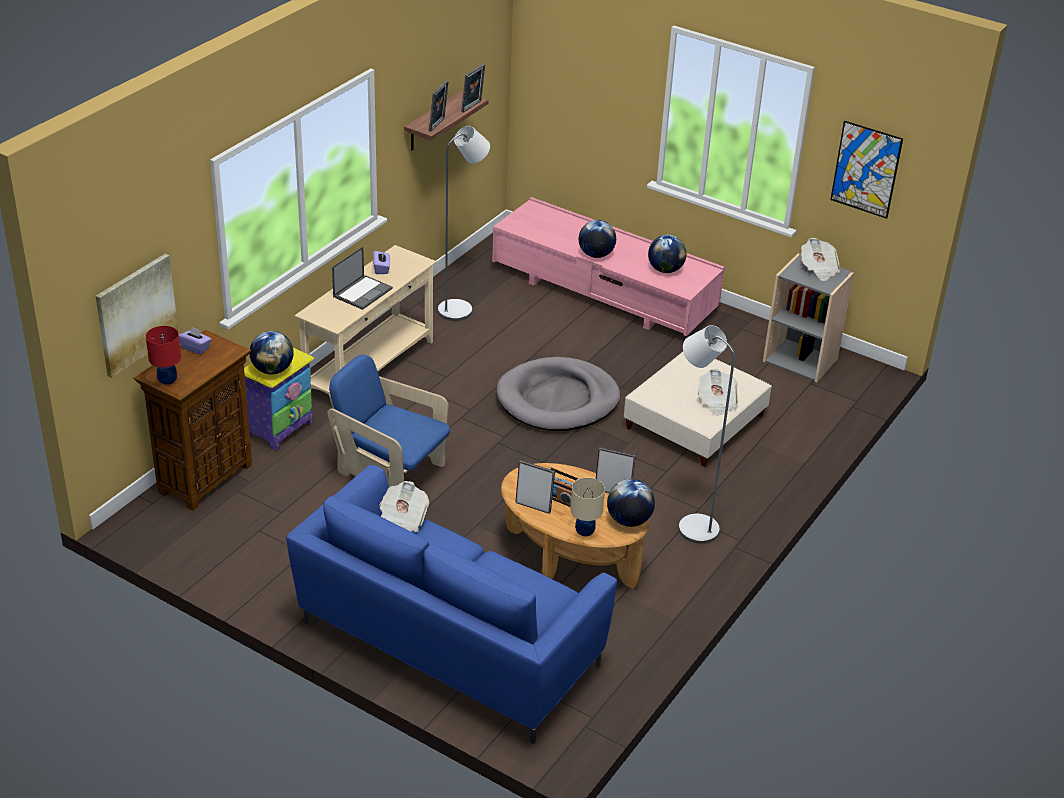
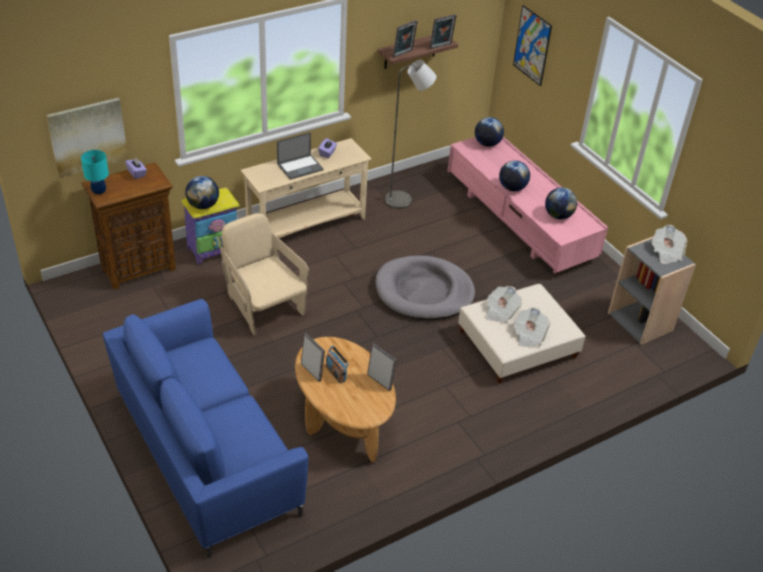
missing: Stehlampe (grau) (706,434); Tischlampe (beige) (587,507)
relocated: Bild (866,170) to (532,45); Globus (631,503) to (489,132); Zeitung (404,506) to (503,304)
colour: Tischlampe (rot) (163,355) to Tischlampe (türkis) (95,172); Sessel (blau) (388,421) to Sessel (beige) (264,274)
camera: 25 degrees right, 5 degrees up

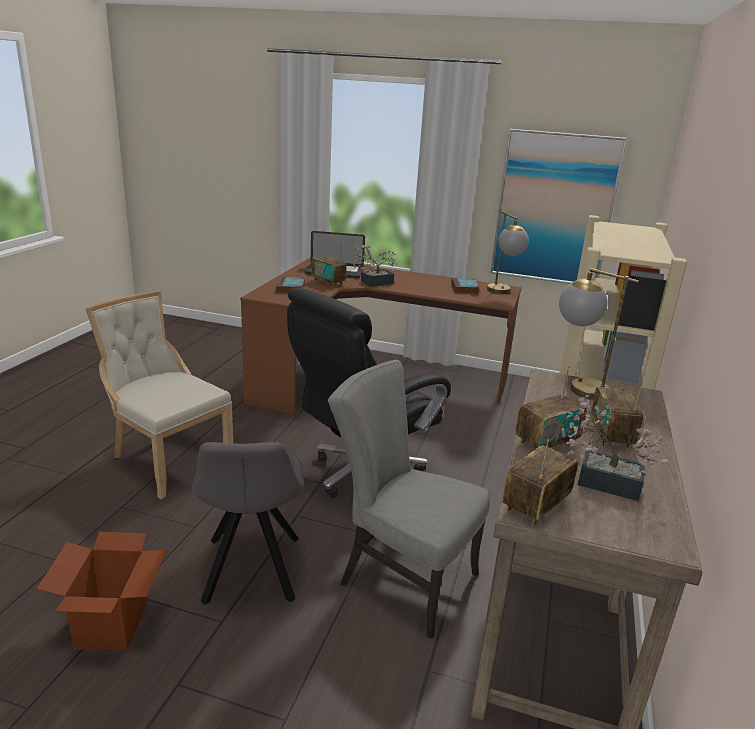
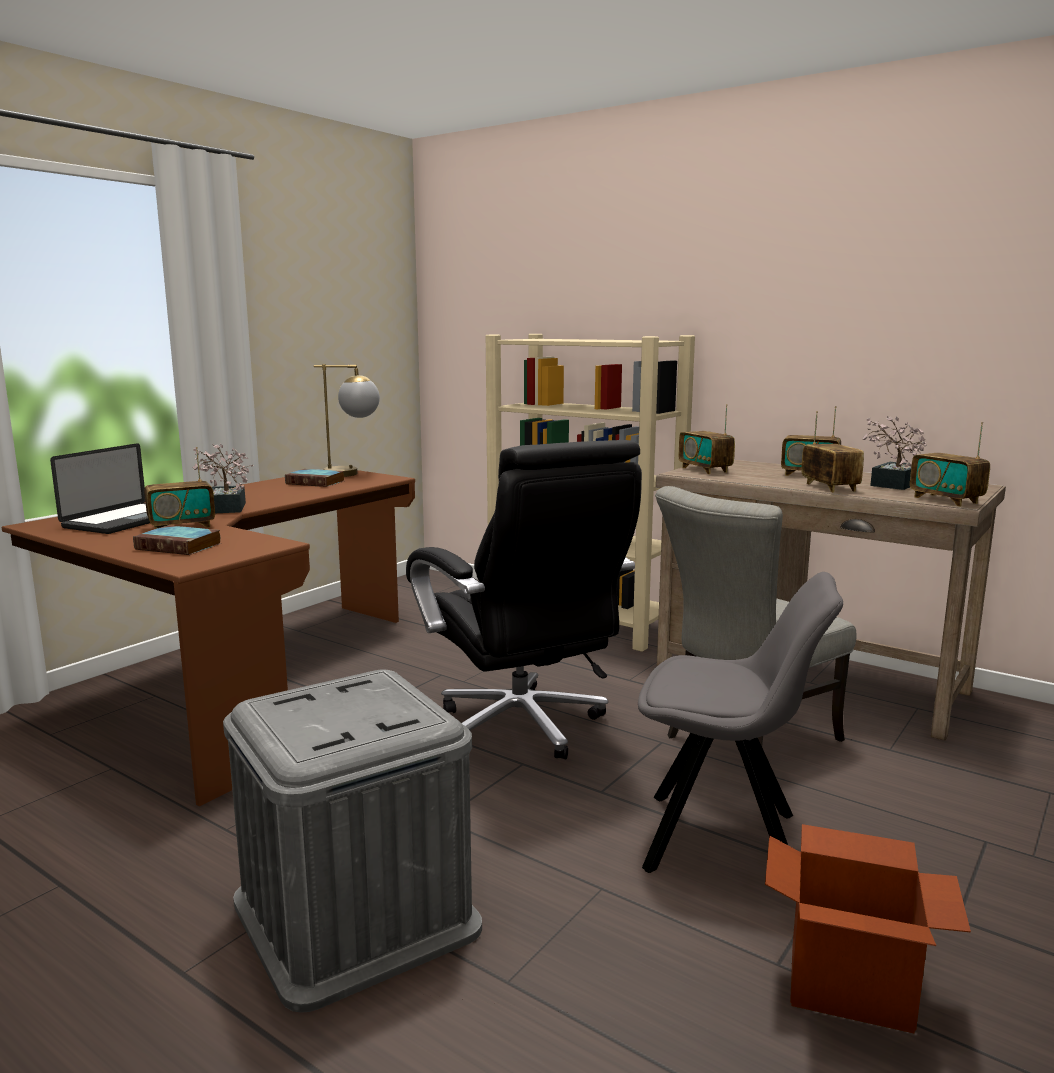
missing: Bild (559,206)
exchanged: Tischlampe (599,334) to Radio (707,439); Stuhl (beige) (159,395) to Aufbewahrungsbox (grau) (352,841)
camera: 70 degrees left, 10 degrees down

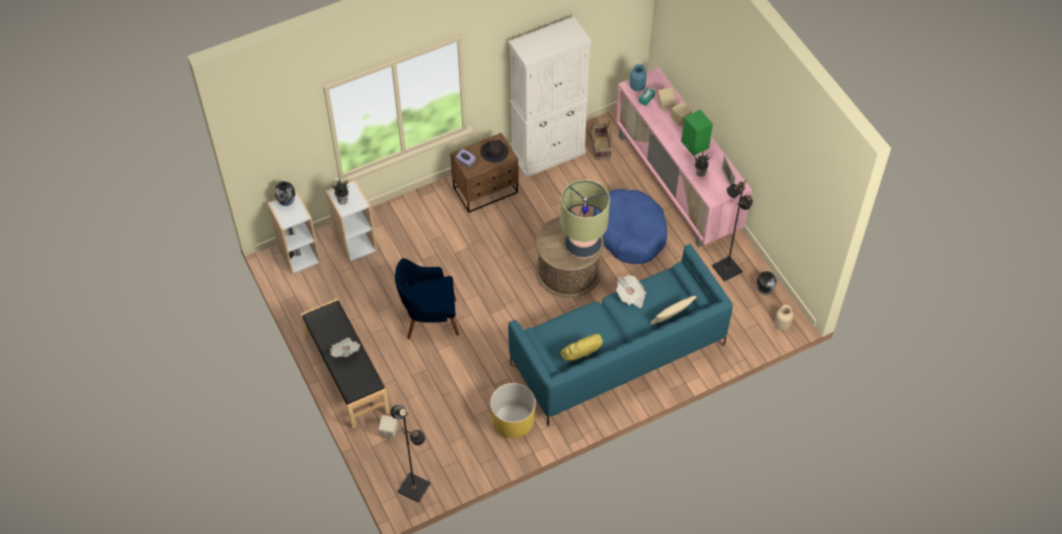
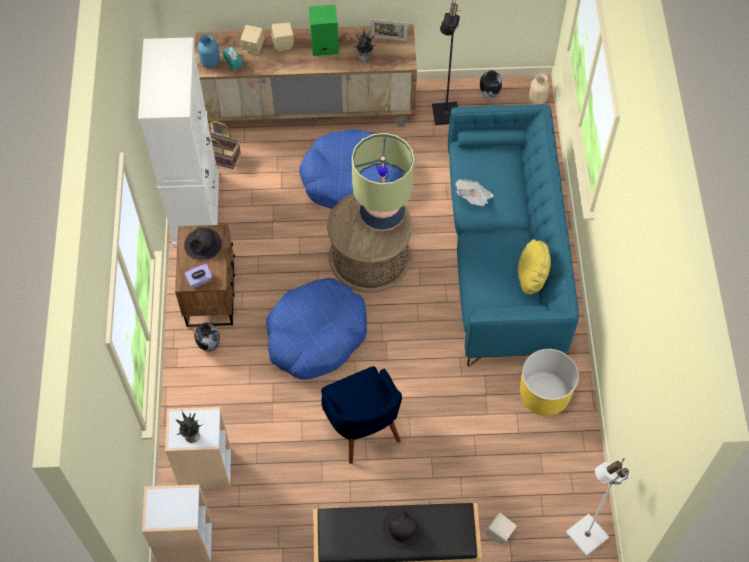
missing: Kissen (beige) (673,310)
appeared: Hundebett (blau) (316,329)
relocated: Vase (285,193) to (207,337)
exchanged: Zeitung (345,347) to Hut (schwarz) (403,528)
colour: Fernsehschrank (rosa) (684,157) to Fernsehschrank (braun) (306,78); Stehlampe (schwarz) (411,454) to Stehlampe (weiß) (598,507)
spun: Sessel (blau) (427,298) = (361,415) 45 degrees counterclockwise
camera: 65 degrees left, 5 degrees up

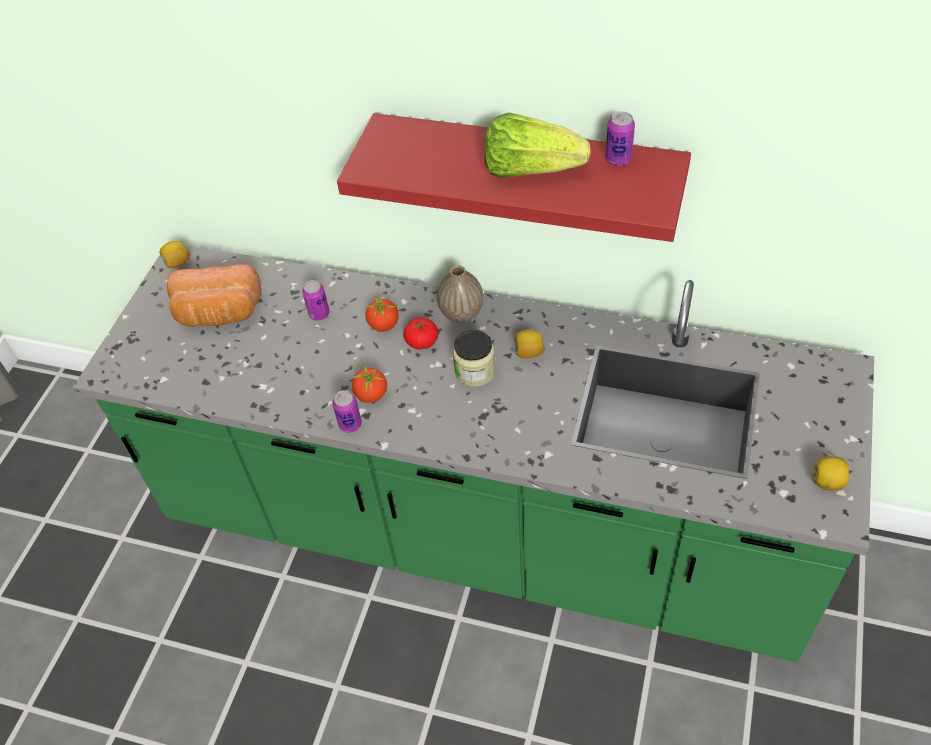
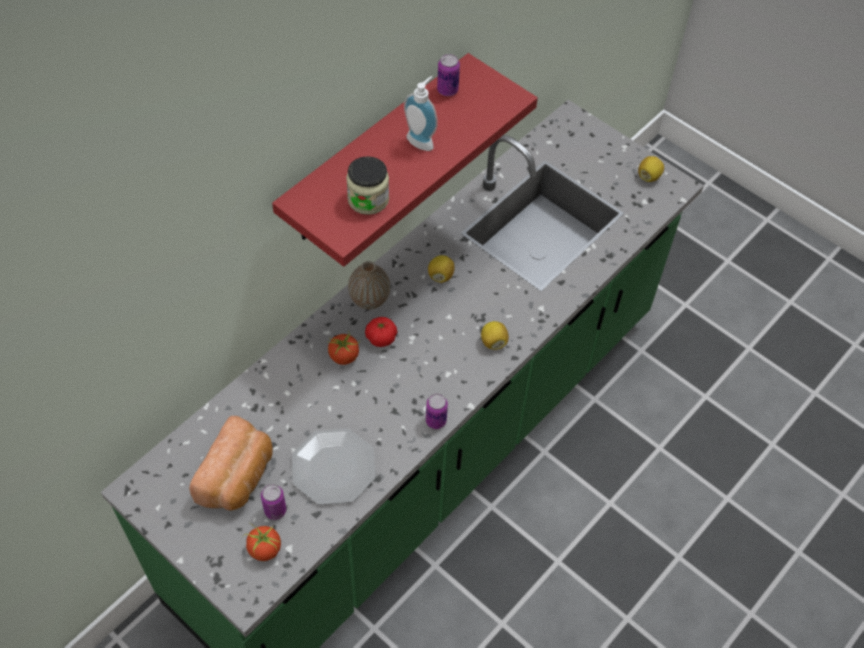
appeared: Teller (334,466)
relocated: Zitrone (175,254) to (495,335); Dose (315,300) to (273,502); Vorratsglas (474,358) to (367,185); Tomate (369,381) to (262,542)
exchanged: Salatkopf (537,145) to Seifenspender (421,113)
camera: 70 degrees left, 5 degrees up

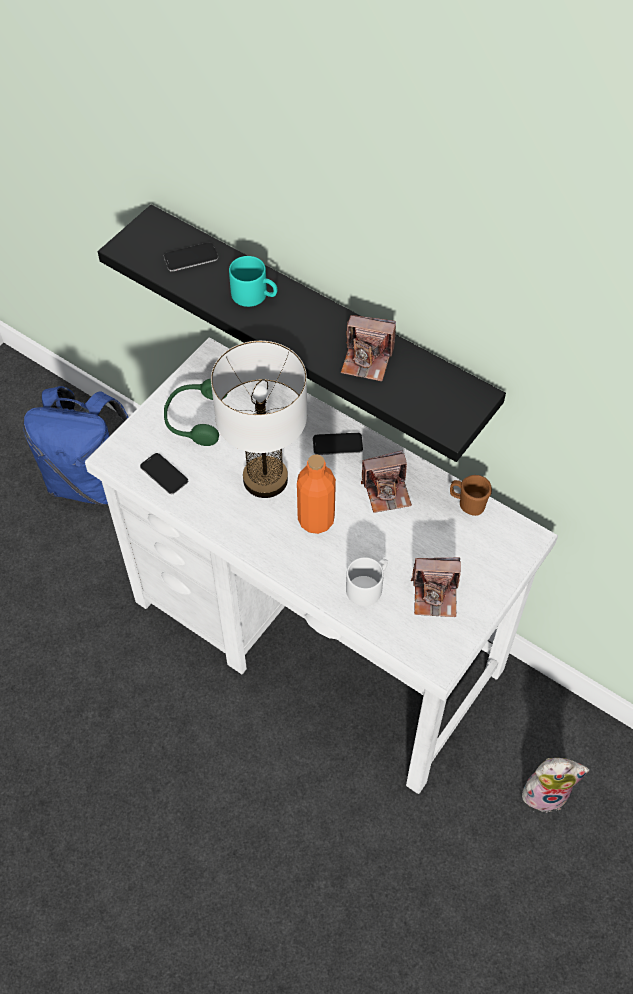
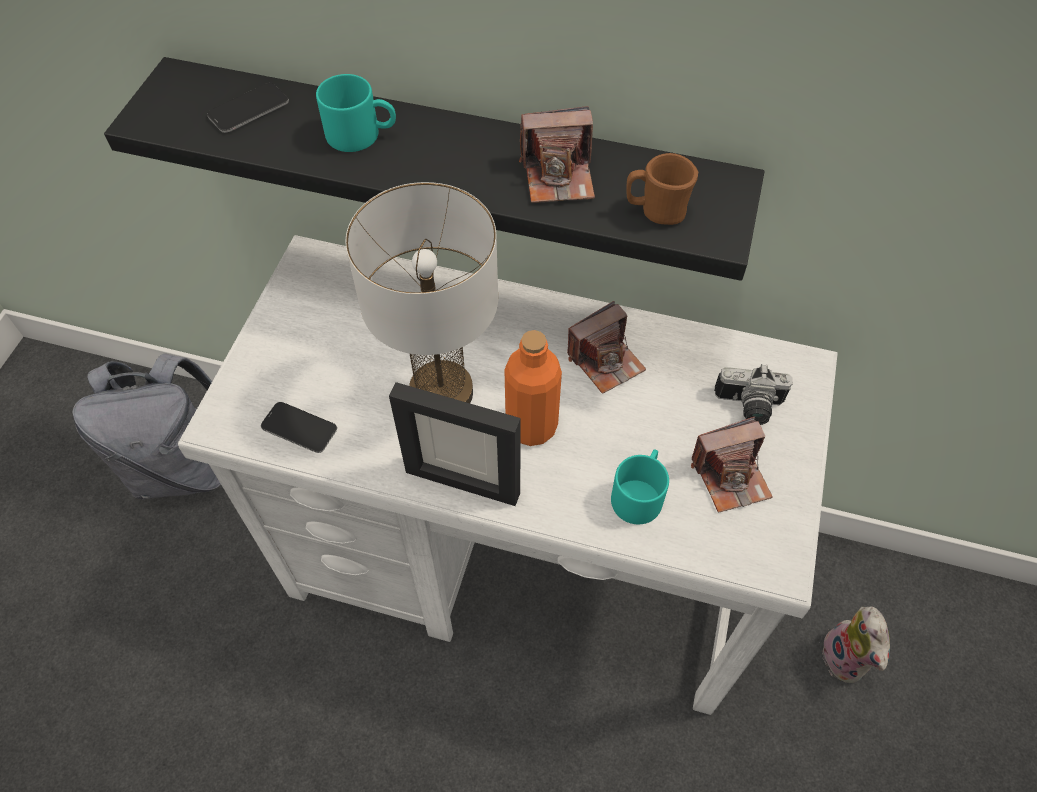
missing: Kopfhörer (grün) (195,412); Handy (338,444)
appeared: Kamera (753,394); Bilderrahmen (455,444)
relocated: Henkelbecher (braun) (471,495) to (662,189)
colour: Rucksack (blau) (76,445) to Rucksack (grau) (147,427); Henkelbecher (weiß) (367,581) to Henkelbecher (türkis) (640,486)
spun: Plüschtier (555,785) = (854,644) 105 degrees clockwise
camera: 20 degrees left, 0 degrees up

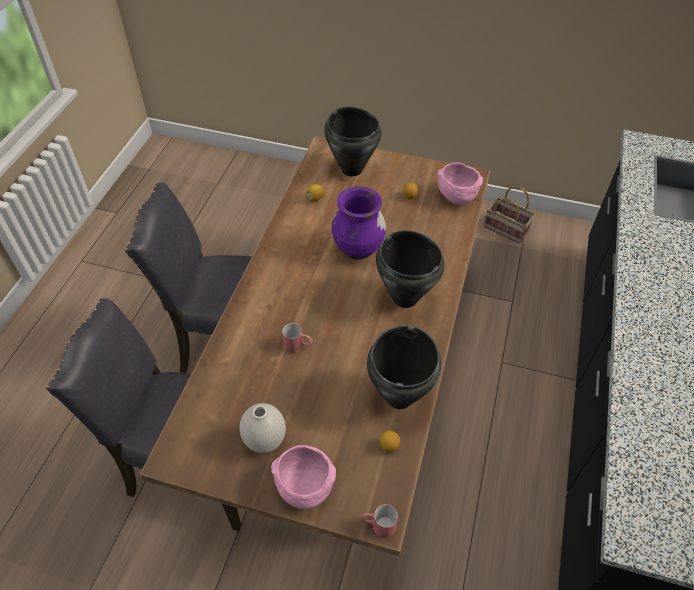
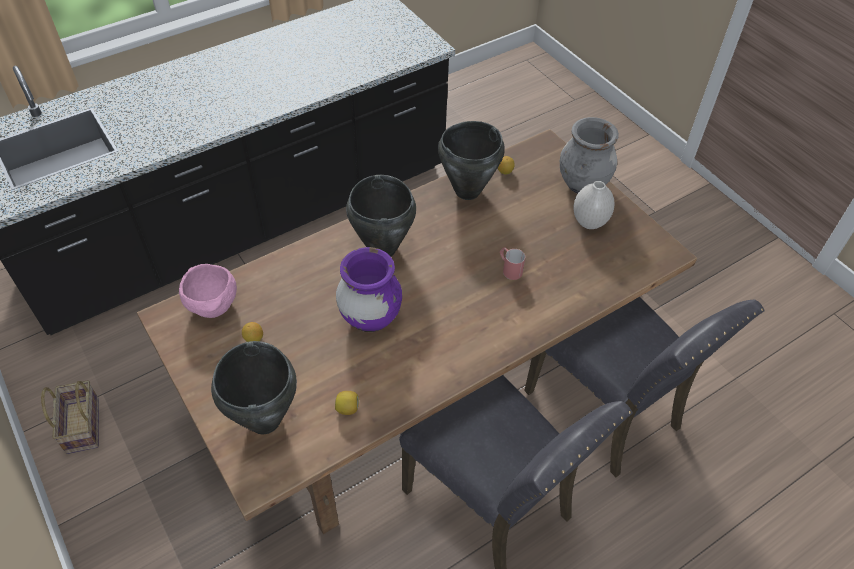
missing: Henkelbecher (rot) (379,521)
exchanged: Schüssel (rosa) (303,477) to Vase (grau) (589,155)
camera: 140 degrees left, 0 degrees up

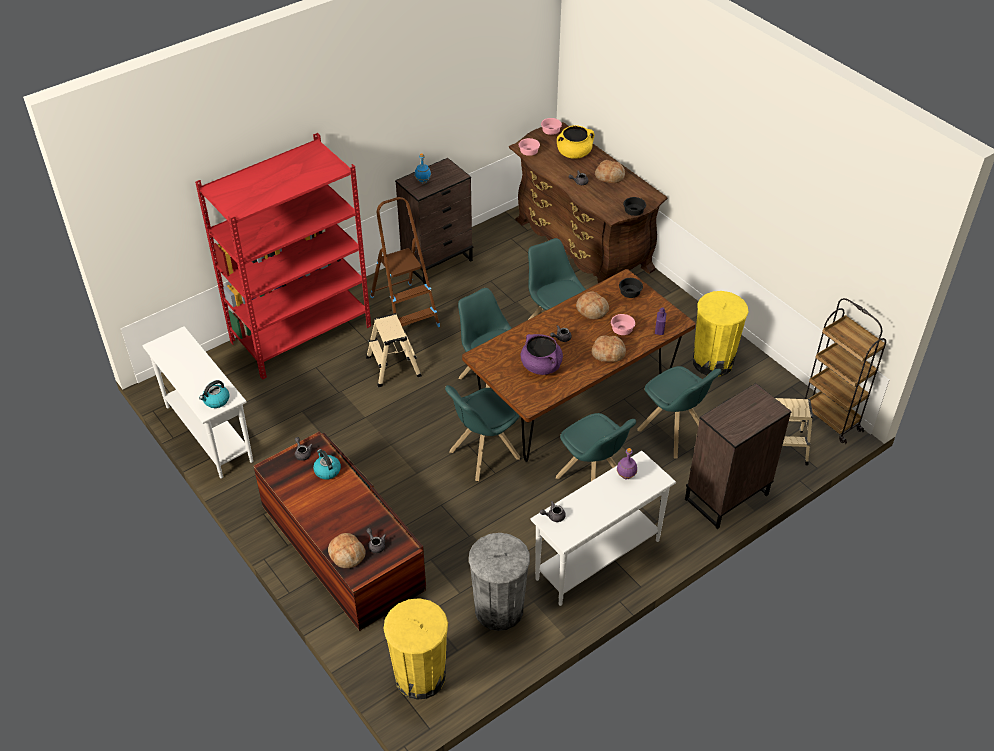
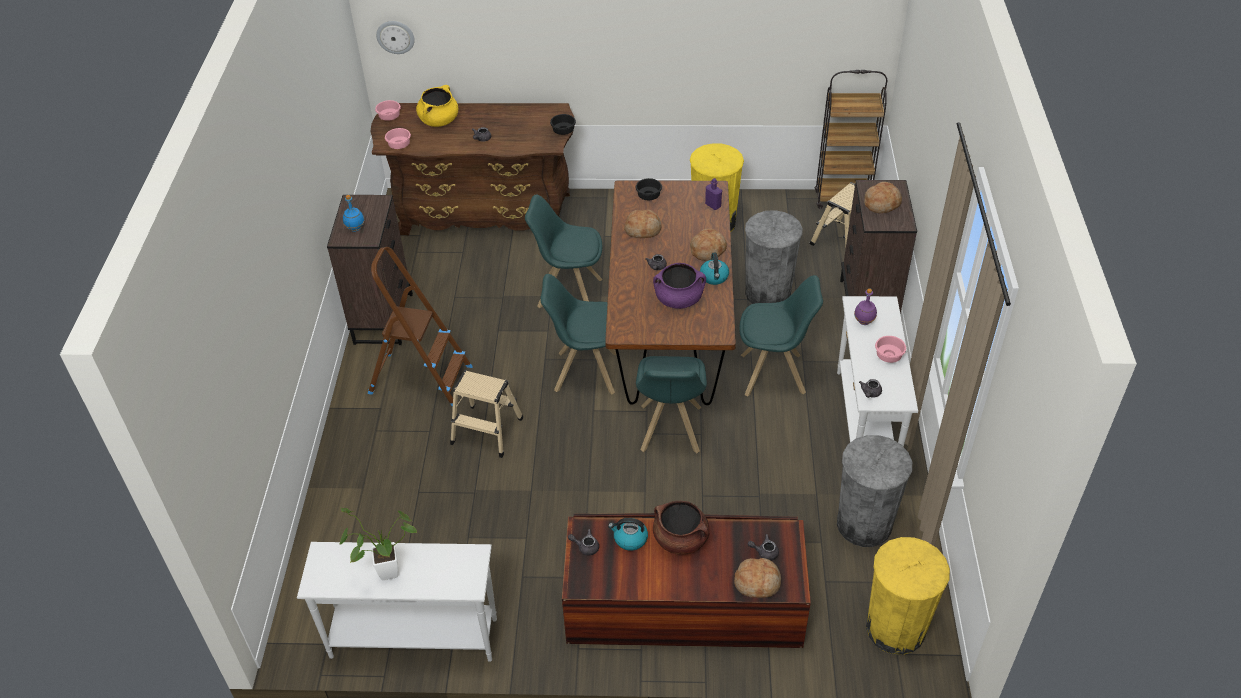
missing: Bücherregal (rot) (283,256)
appeared: Wanduhr (395,37); Kochtopf (braun) (681,528); Topfpflanze (378,544)
relocated: Brot (610,171) to (883,197); Schüssel (rosa) (623,324) to (890,349); Wasserkessel (214,394) to (714,269)
exchanged: Stuhl (türkis) (679,412) to Mülleimer (grau) (774,257)
camera: 50 degrees left, 0 degrees up

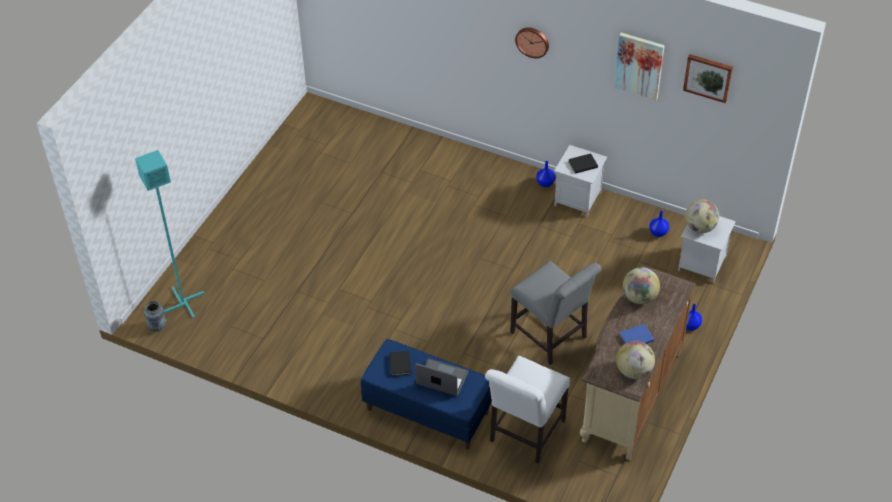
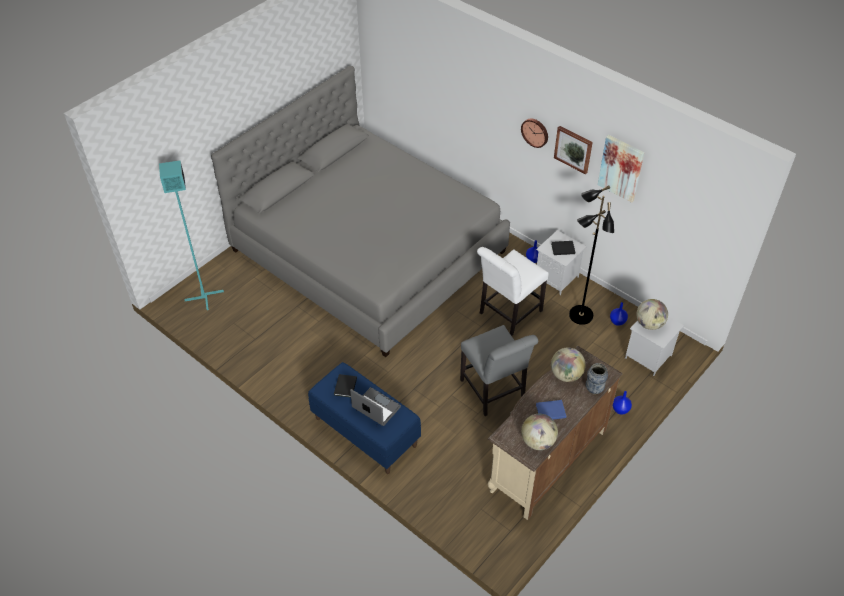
appeared: Bett (grau) (360,211); Stehlampe (schwarz) (591,255)
relocated: Bild (708,78) to (573,150); Vase (155,316) to (597,379); Stuhl (weiß) (527,409) to (513,291)
camera: 15 degrees right, 0 degrees up

